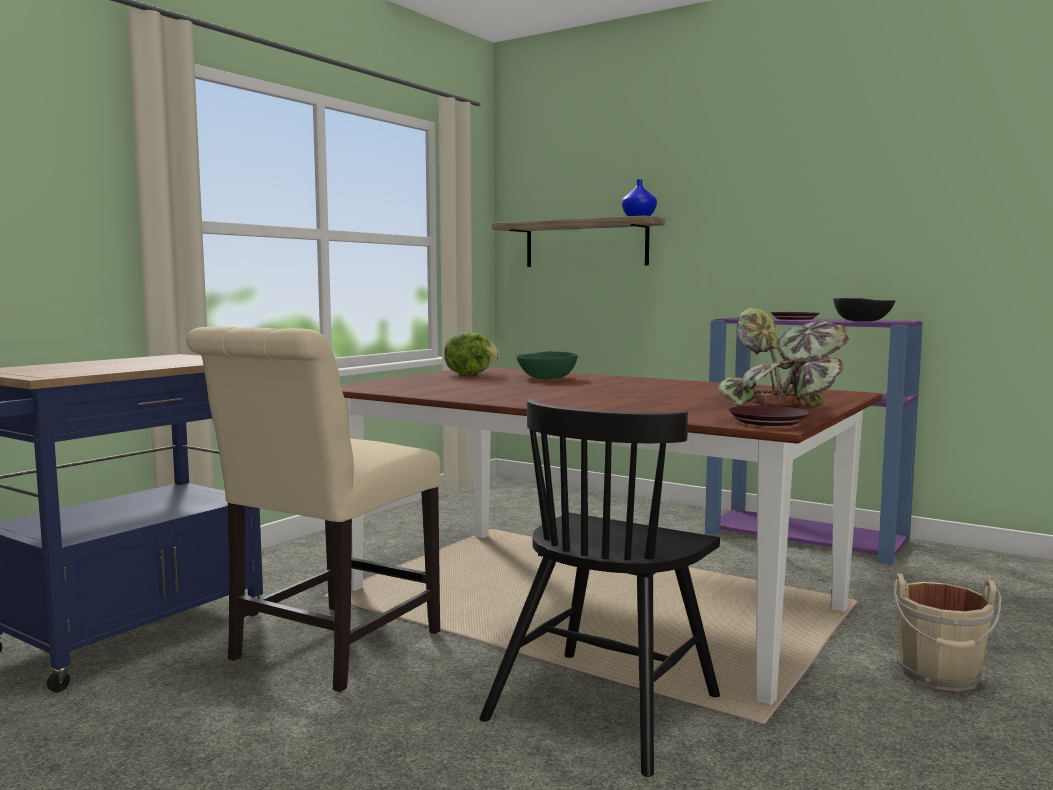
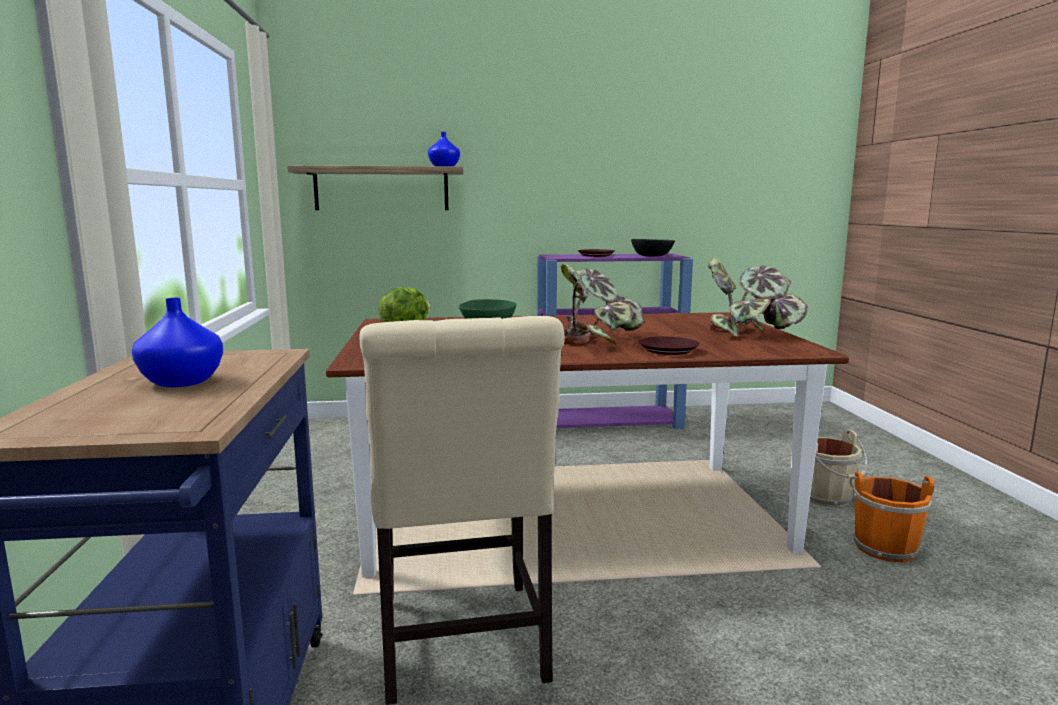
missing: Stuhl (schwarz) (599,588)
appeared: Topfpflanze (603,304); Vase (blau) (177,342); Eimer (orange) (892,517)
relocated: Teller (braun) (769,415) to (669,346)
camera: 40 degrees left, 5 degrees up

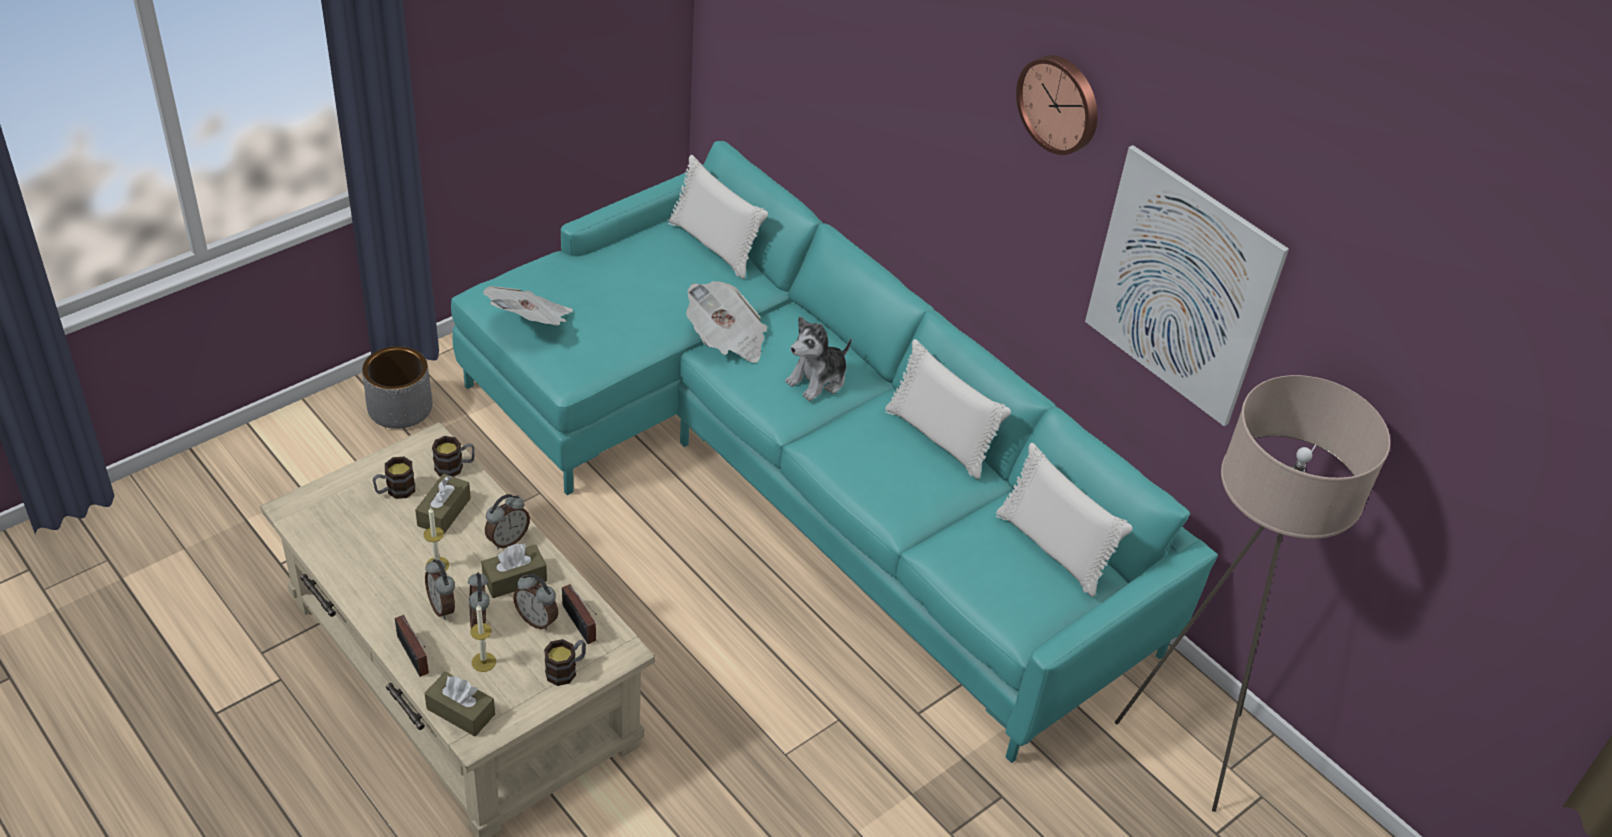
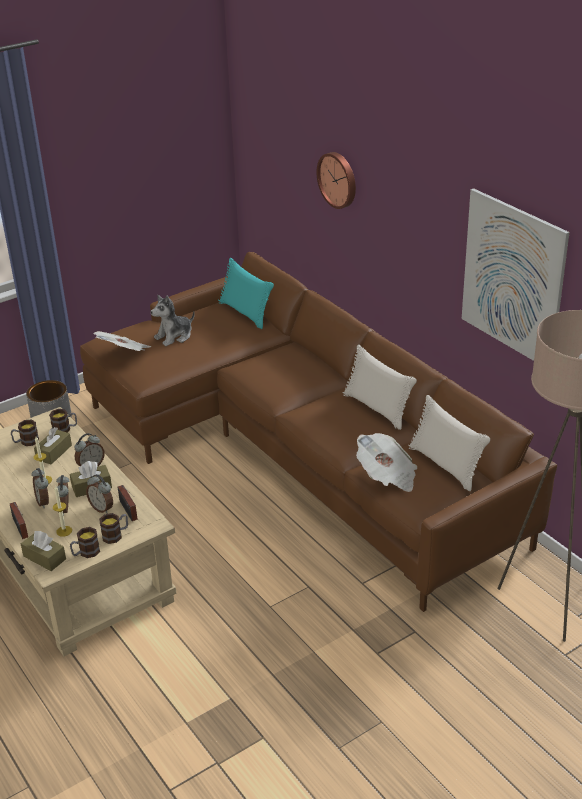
appeared: Henkelbecher (85,542)
relocated: Wanduhr (1057,105) to (336,180); Zeitung (726,322) to (386,462); Plüschtier (818,358) to (173,320)
colour: Sofa (türkis) (834,452) to Sofa (braun) (318,432); Kissen (weiß) (717,217) to Kissen (türkis) (246,293)
camera: 10 degrees right, 10 degrees down

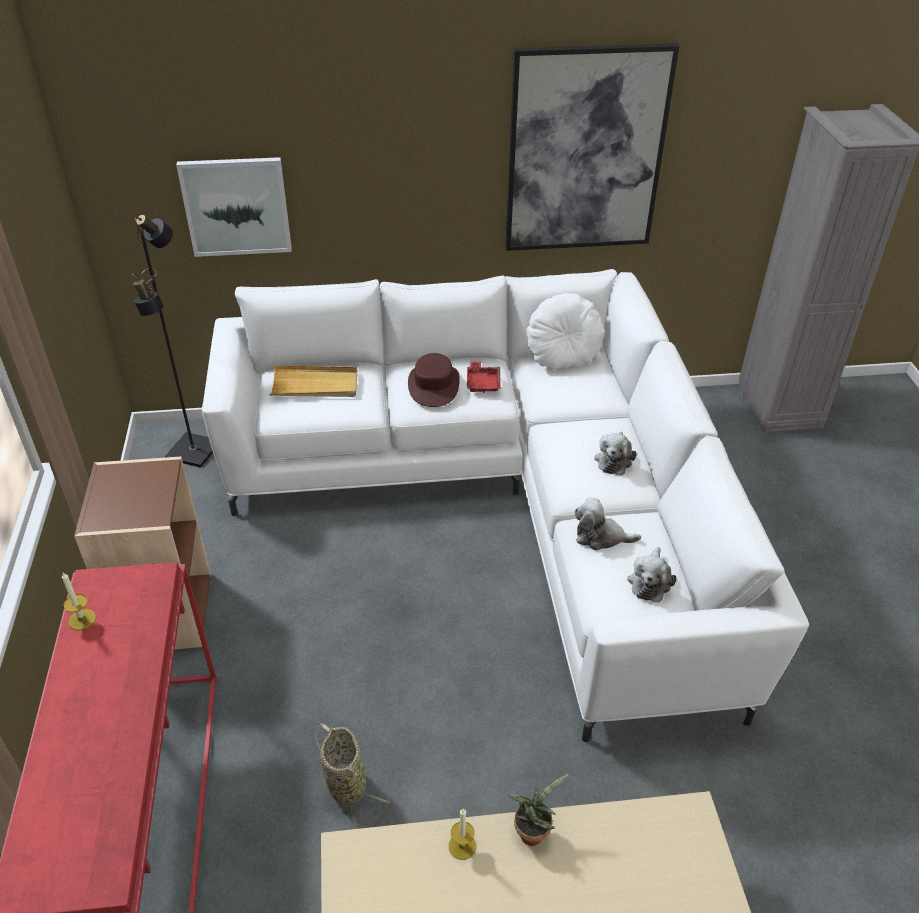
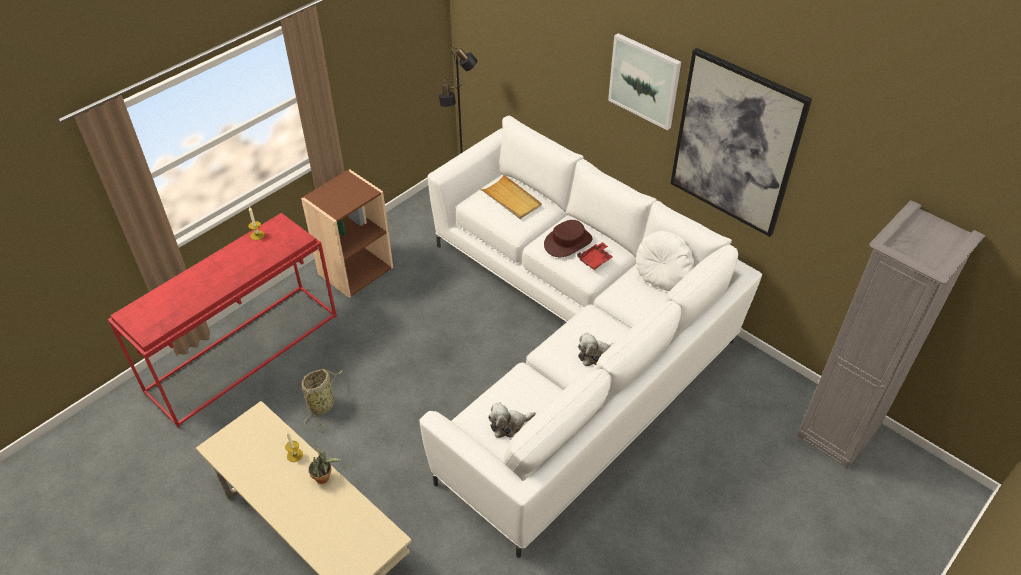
missing: Plüschtier (608,524)
relocated: Bild (234,207) to (644,81)
camera: 50 degrees right, 5 degrees up

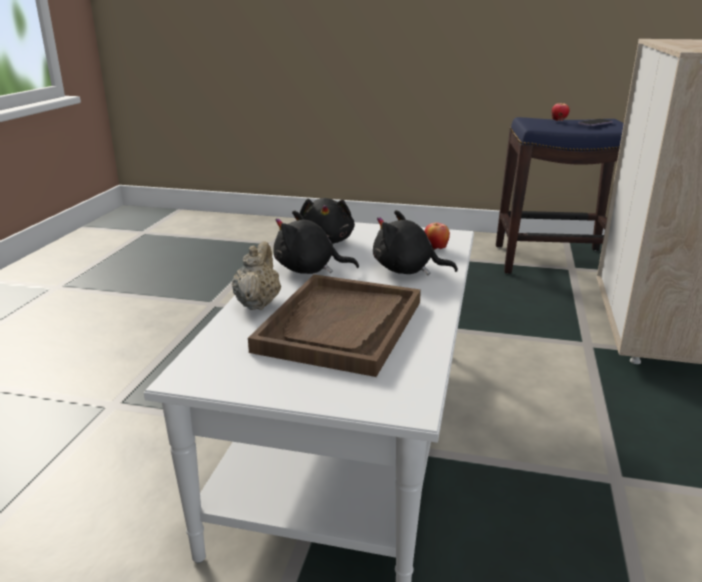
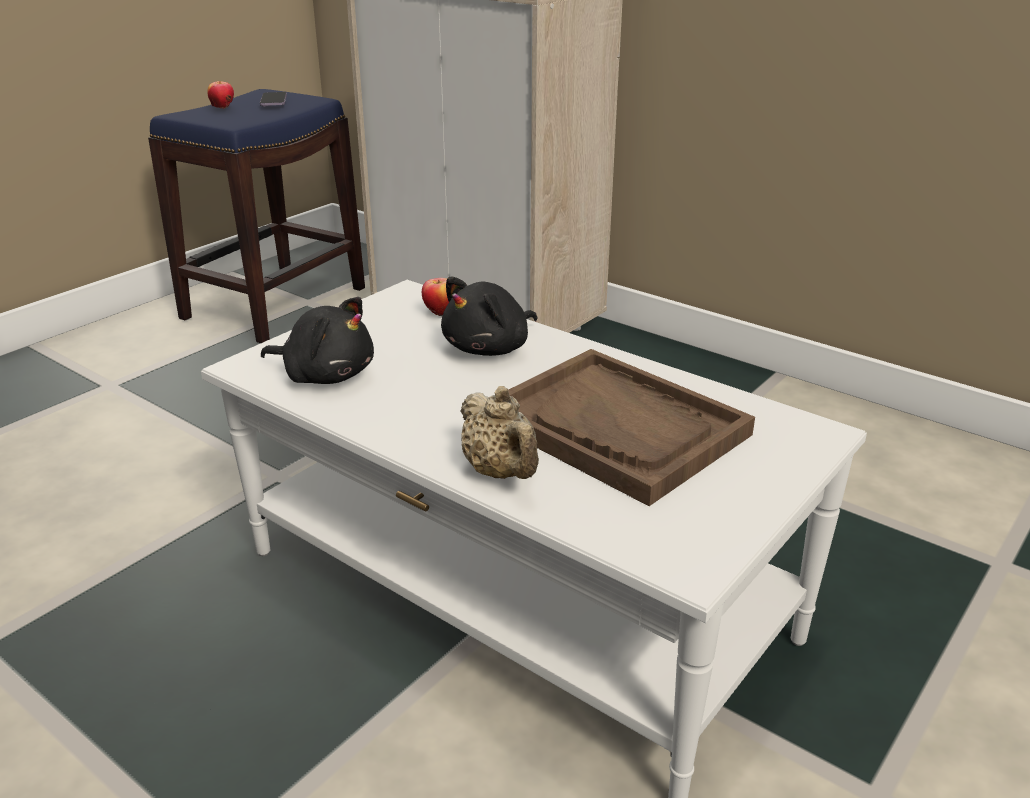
missing: Plüschtier (schwarz) (316,242)
spun: Teekanne (beige) (256,275) = (499,432) 150 degrees counterclockwise
camera: 65 degrees left, 5 degrees up

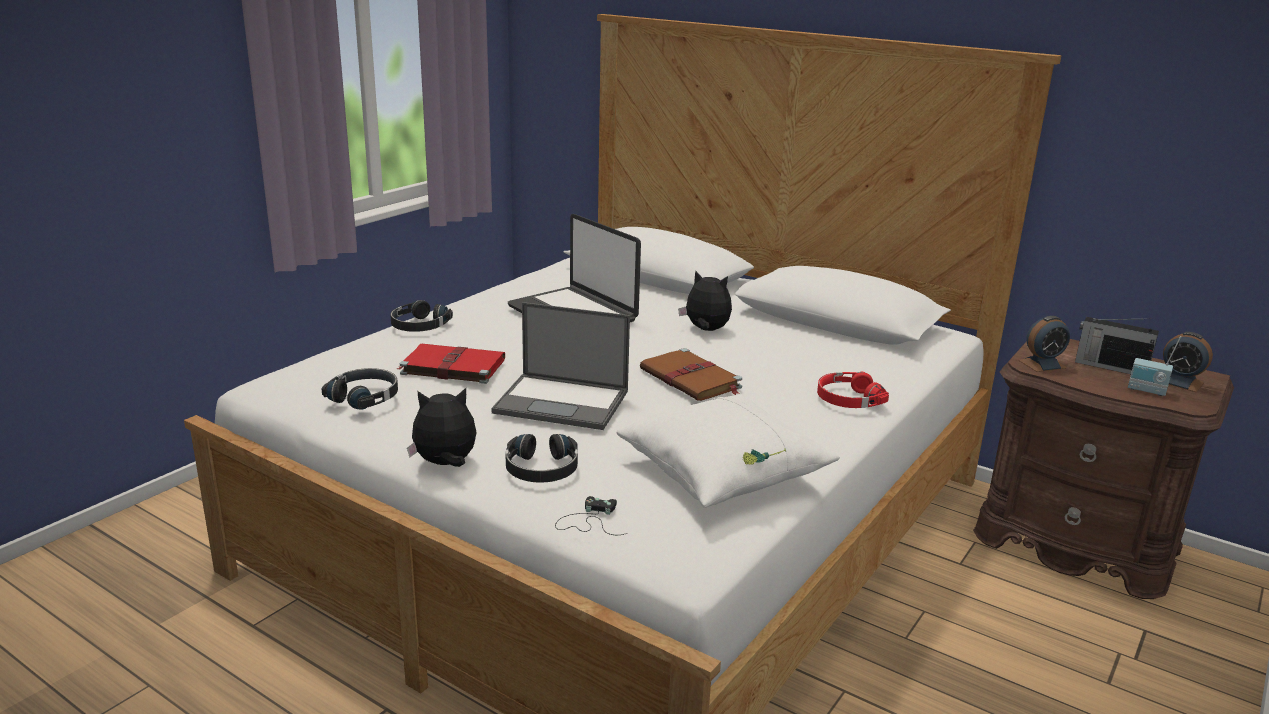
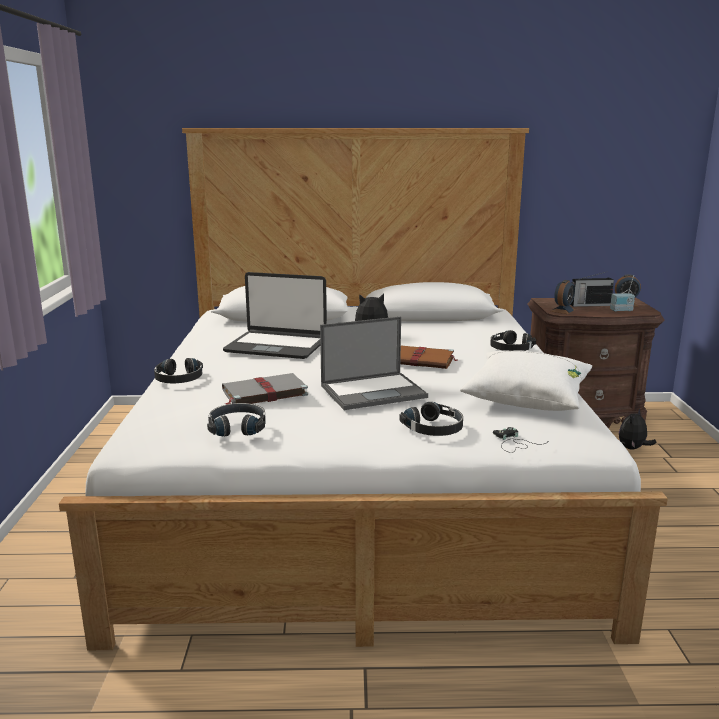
relocated: Plüschtier (442,427) to (638,429)
colour: Buch (rot) (451,364) to Buch (grau) (265,389); Kopfhörer (rot) (853,390) to Kopfhörer (schwarz) (513,340)
camera: 35 degrees left, 5 degrees down

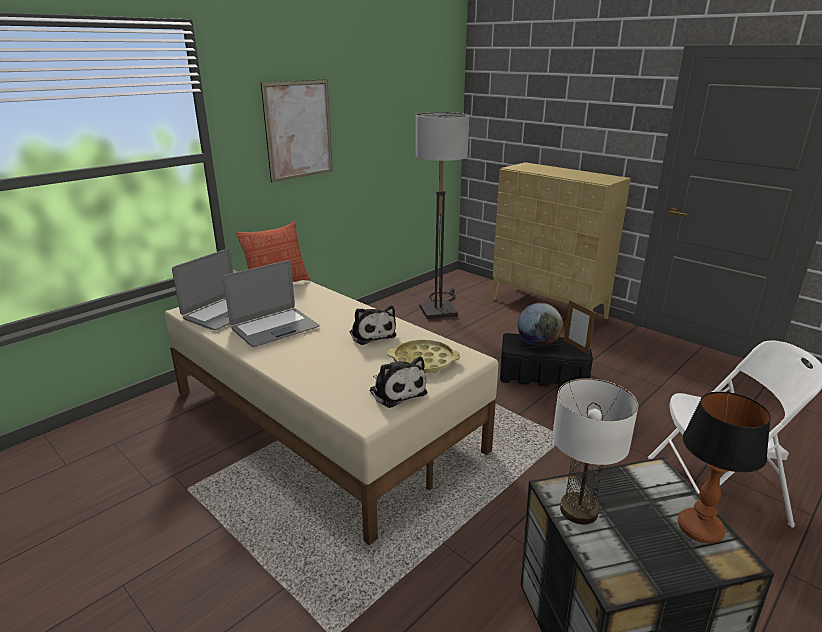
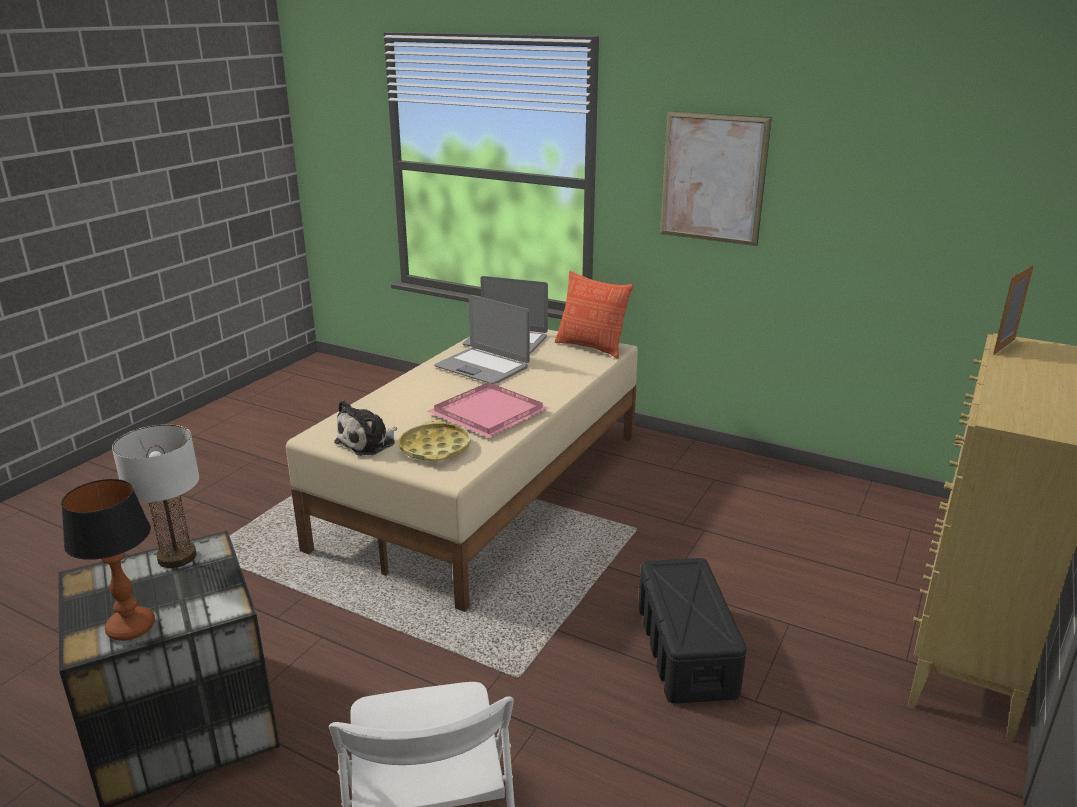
missing: Stehlampe (442,215); Globus (540,325)
relocated: Bilderrahmen (579,327) to (1013,309)
exchanged: Plüschtier (373,325) to Tablett (rosa) (488,410)
camera: 75 degrees right, 0 degrees up

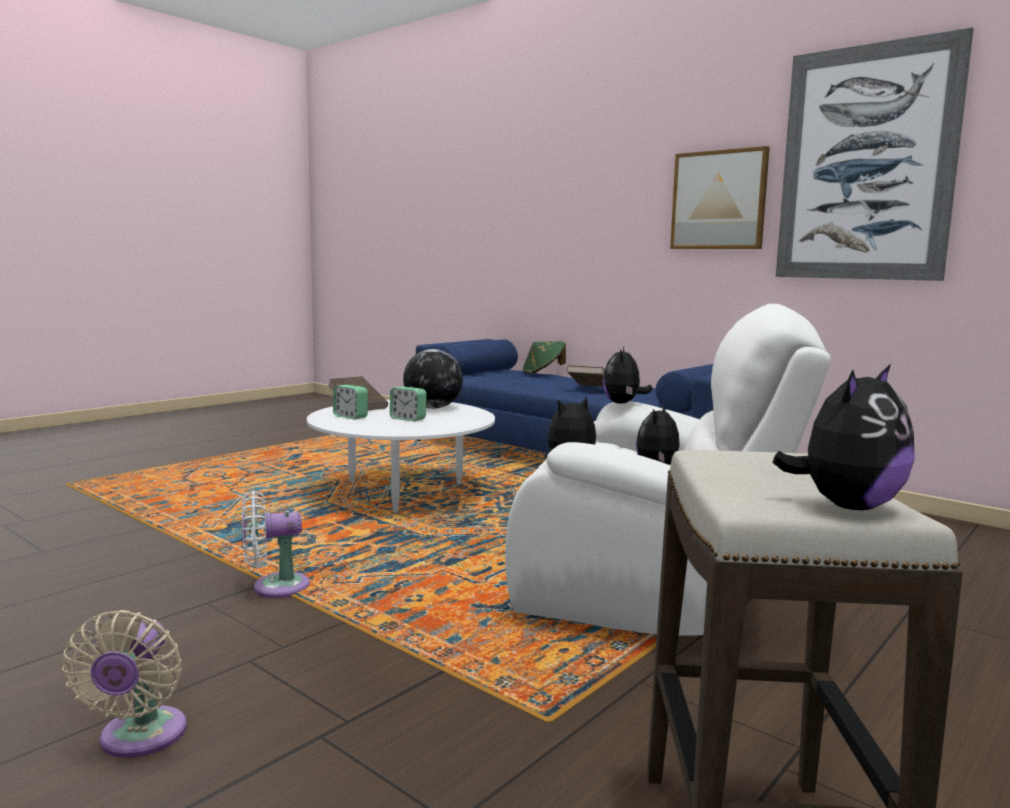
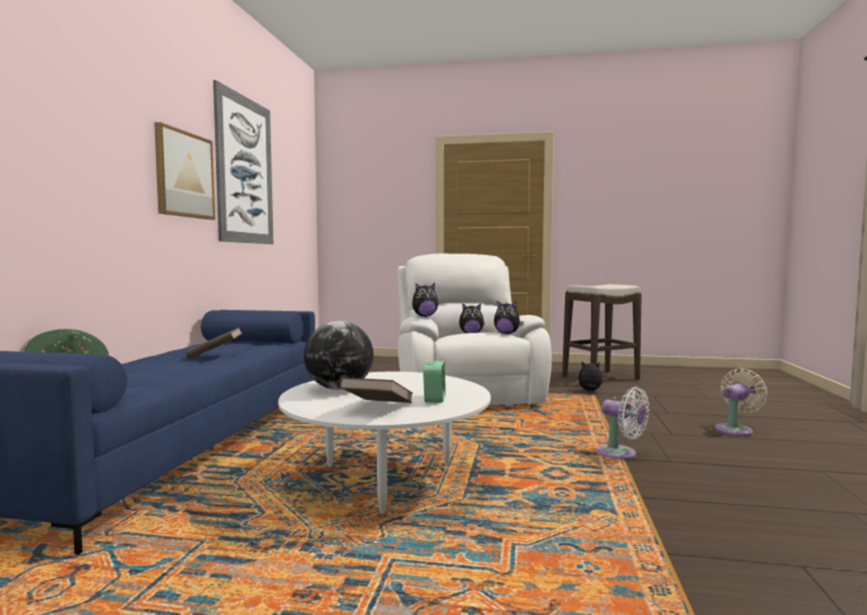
missing: Wecker (408,404)
relocated: Plüschtier (843,437) to (589,376)
camera: 120 degrees left, 5 degrees down

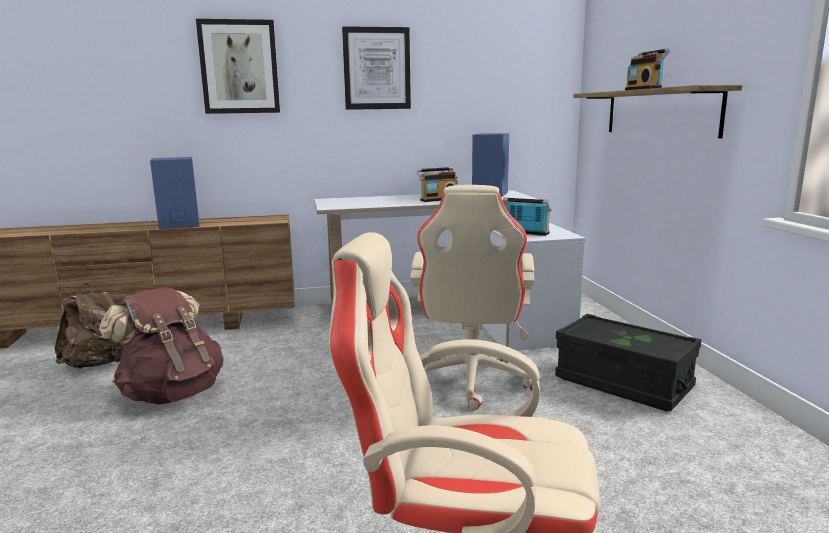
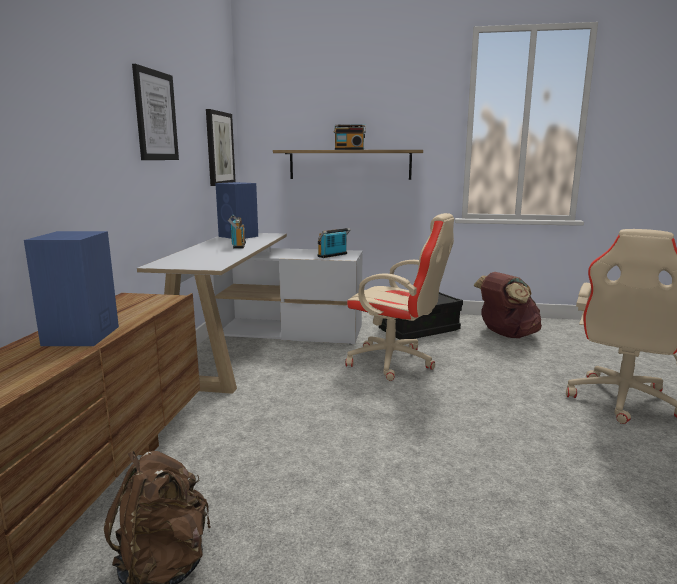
relocated: Bild (238,66) to (221,147); Rucksack (braun) (161,346) to (508,305)
camera: 70 degrees left, 0 degrees up

